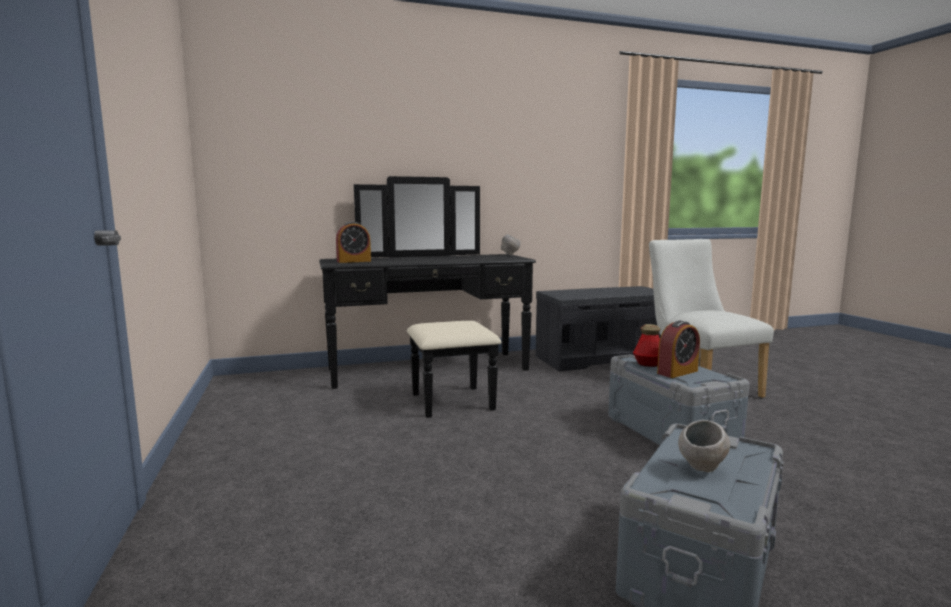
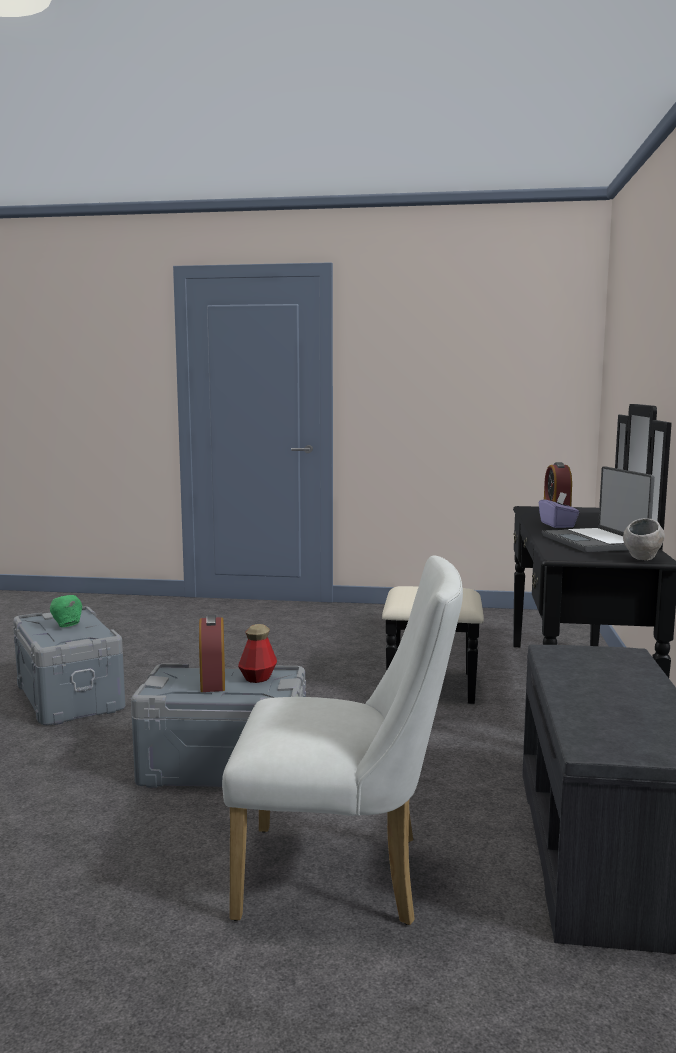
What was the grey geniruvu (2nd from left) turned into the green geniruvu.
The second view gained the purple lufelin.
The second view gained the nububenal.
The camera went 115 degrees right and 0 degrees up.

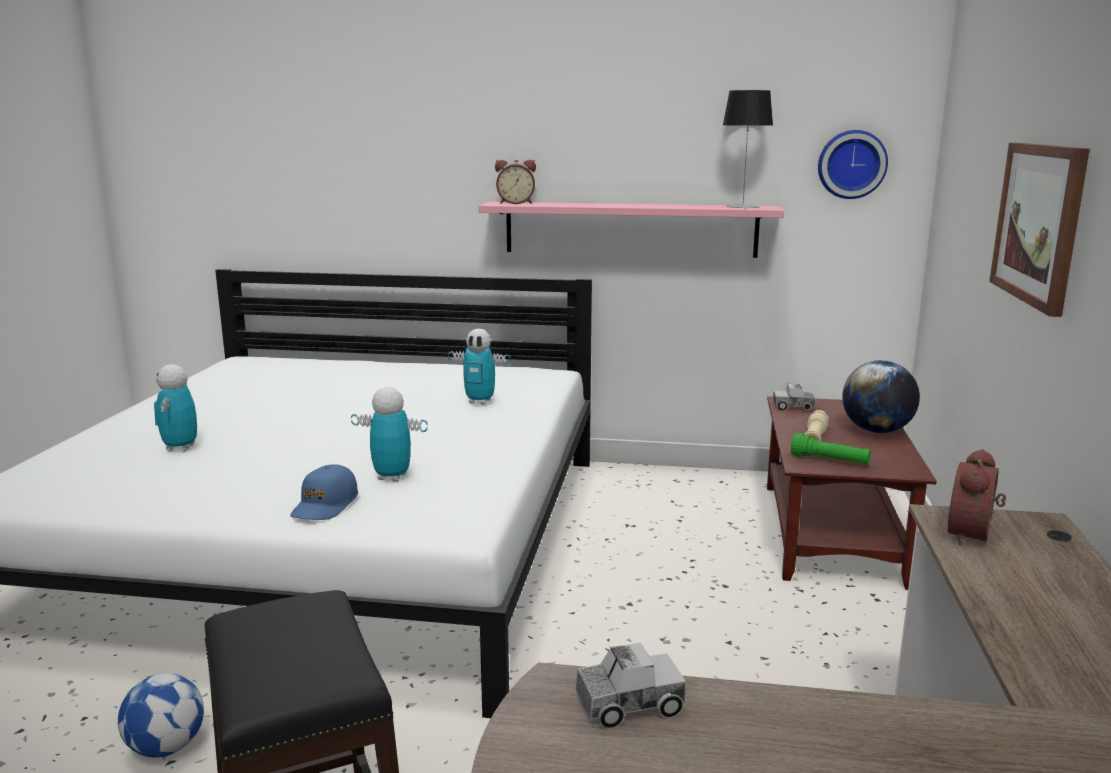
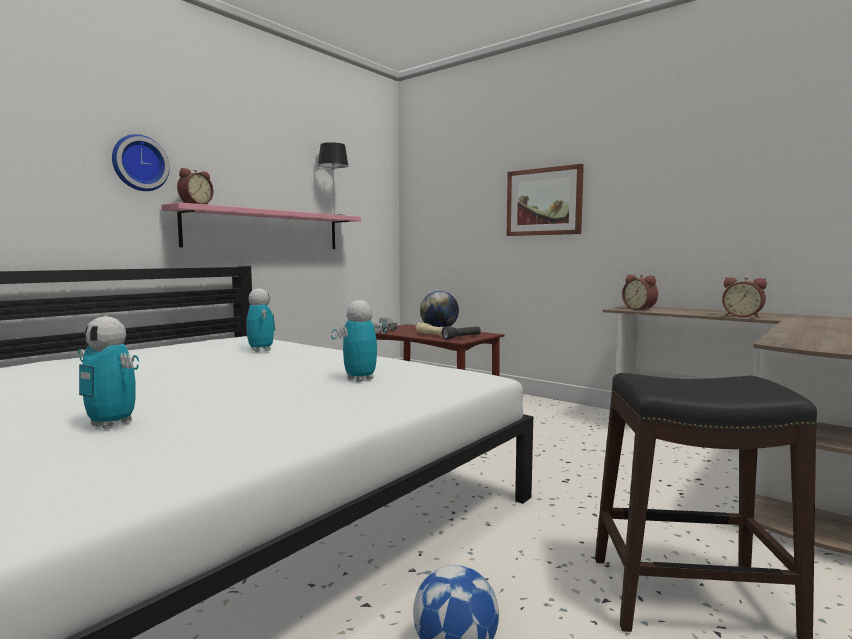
The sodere ended up elsewhere.
The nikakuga (3rd from left in the first image) ended up facing another way, 75 degrees counterclockwise from before.
What was the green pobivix turned into the black pobivix.
The second view gained the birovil (3rd from left).
The second view lost the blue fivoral.
The second view lost the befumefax (1st from left).
The camera went 60 degrees left and 10 degrees down.

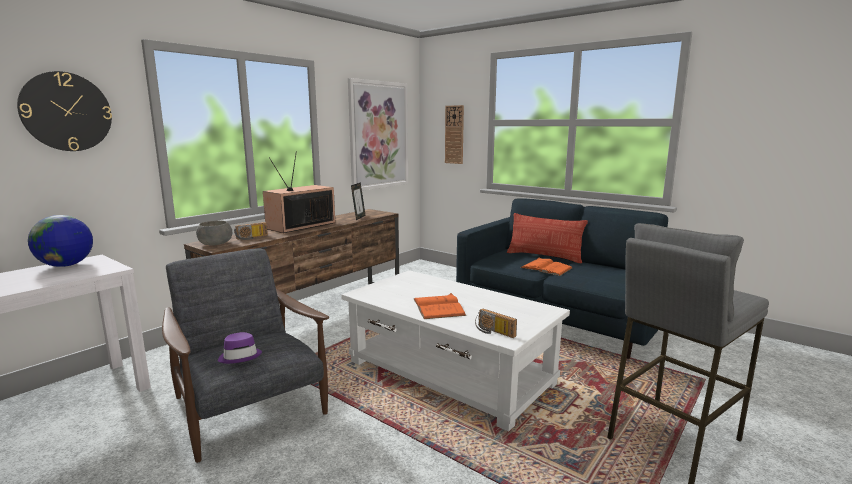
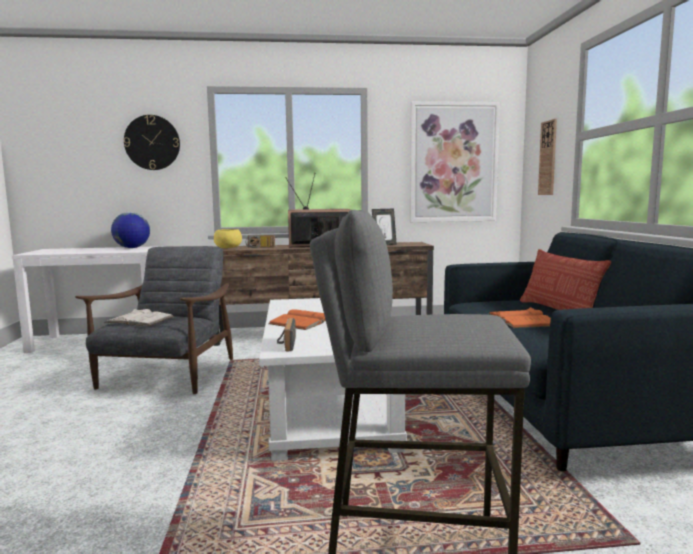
Where the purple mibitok stood, the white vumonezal came to stand.
What was the grey geniruvu turned into the yellow geniruvu.
The camera went 45 degrees right and 5 degrees down.

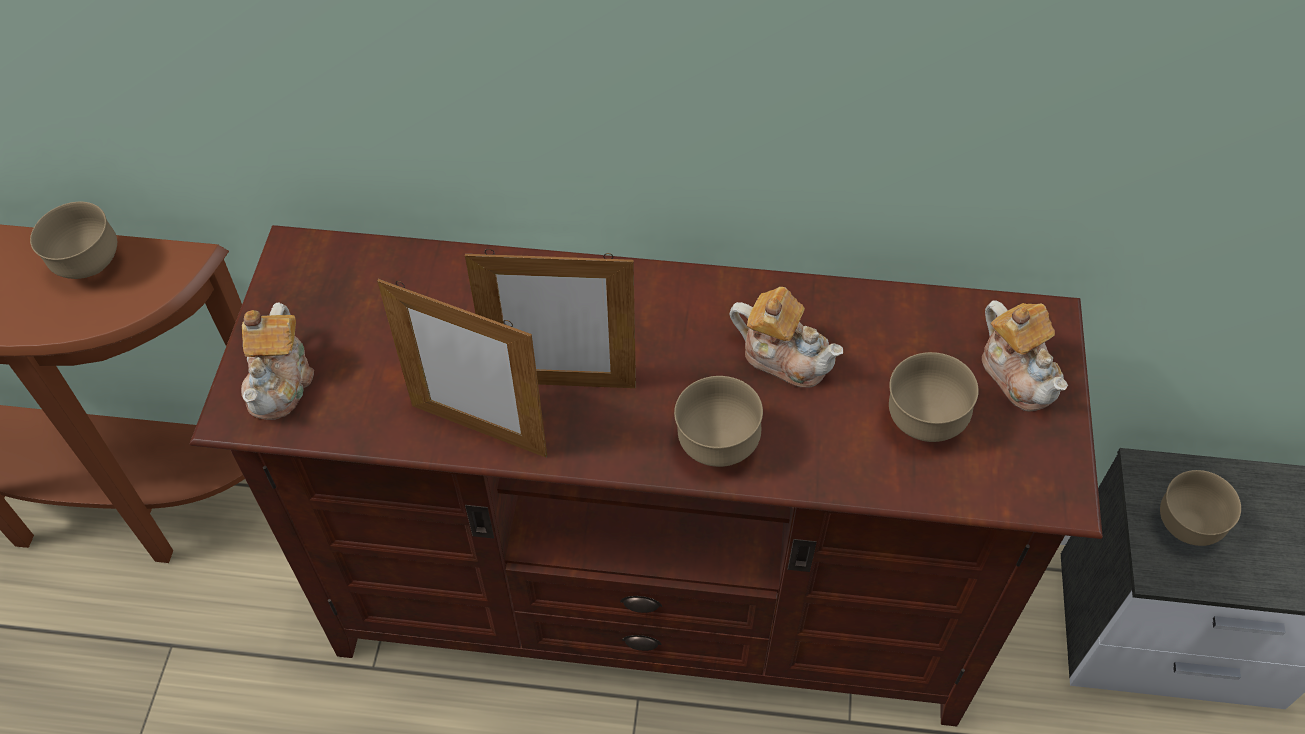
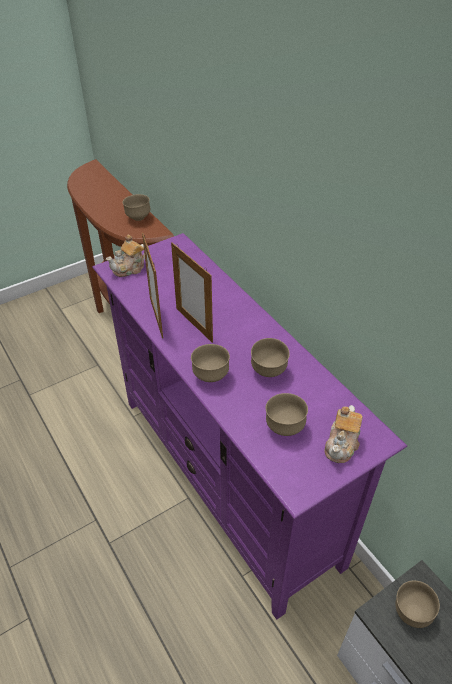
What was the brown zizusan turned into the purple zizusan.
Where the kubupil (2nd from left) stood, the brown geniruvu (3rd from left) came to stand.
The camera went 50 degrees right and 10 degrees down.

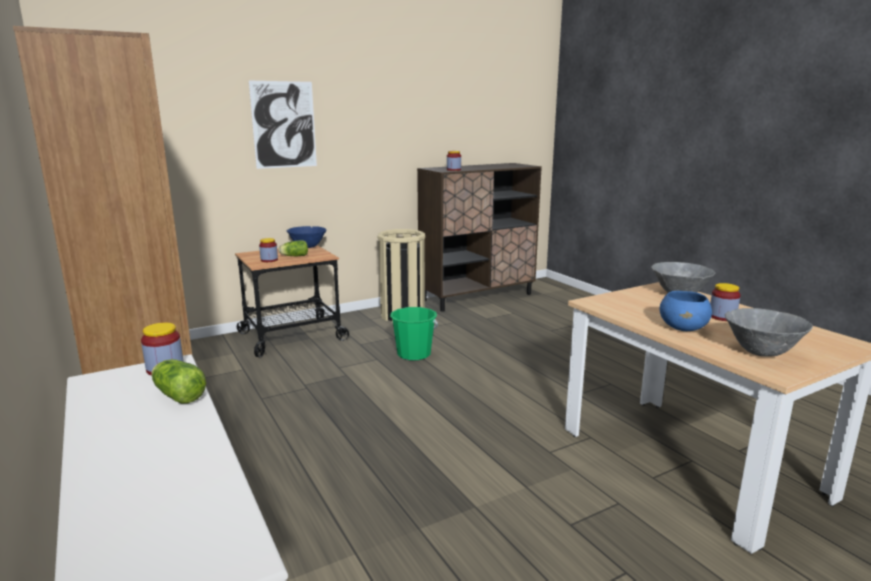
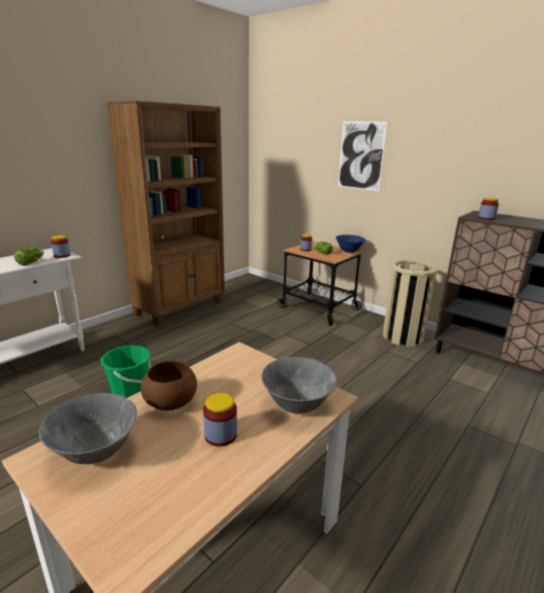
The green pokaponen ended up elsewhere.
What was the blue geniruvu (2nd from left) turned into the brown geniruvu.
The camera went 70 degrees right and 5 degrees up.

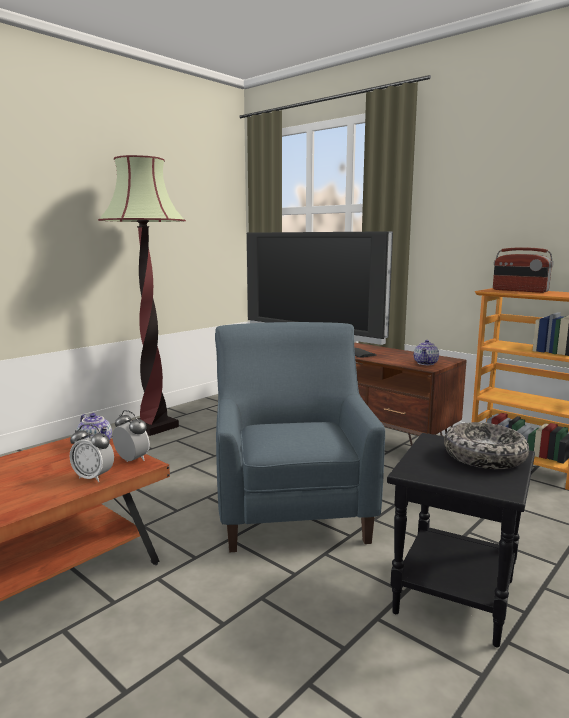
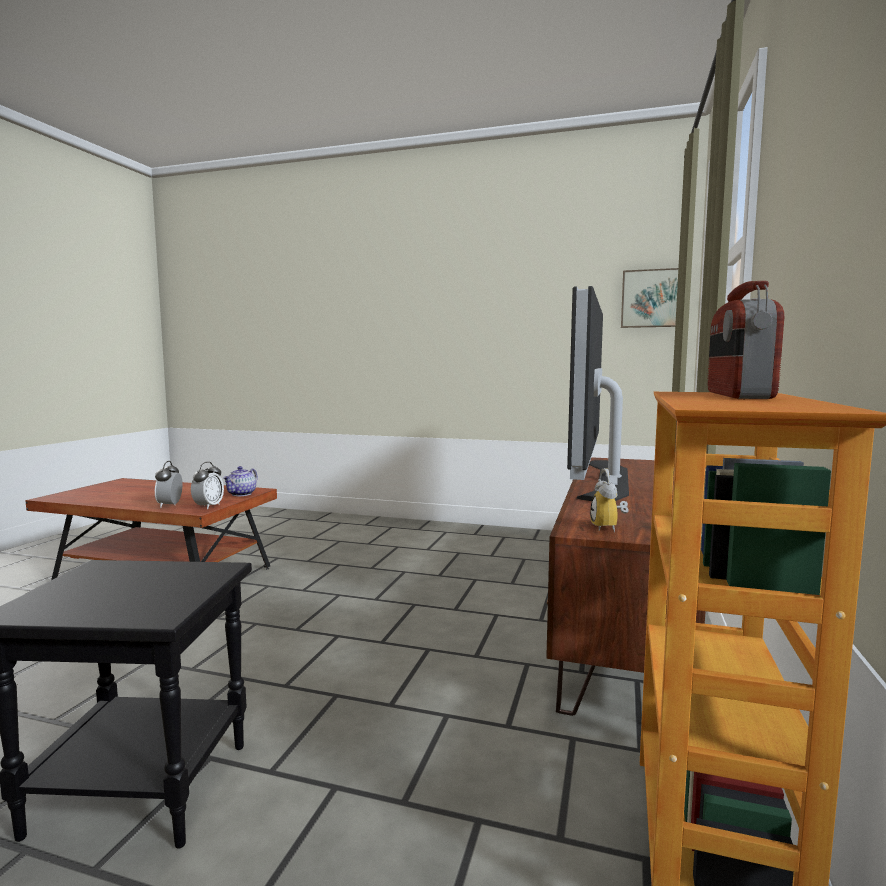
Where the kubupil (2nd from left) stood, the birovil (3rd from left) came to stand.
The second view gained the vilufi.
The second view lost the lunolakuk.
The second view lost the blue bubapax.
The second view lost the geniruvu.
The camera went 65 degrees right and 5 degrees down.

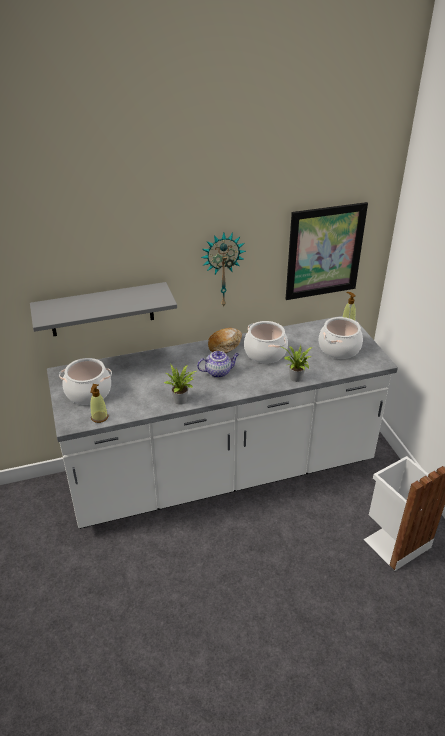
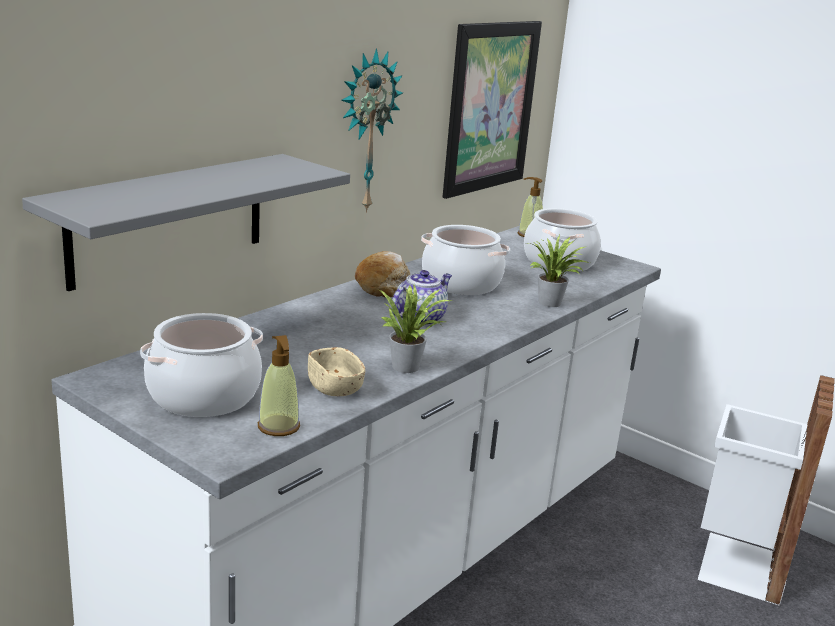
The second view gained the beige geniruvu.
The camera went 35 degrees left and 15 degrees down.

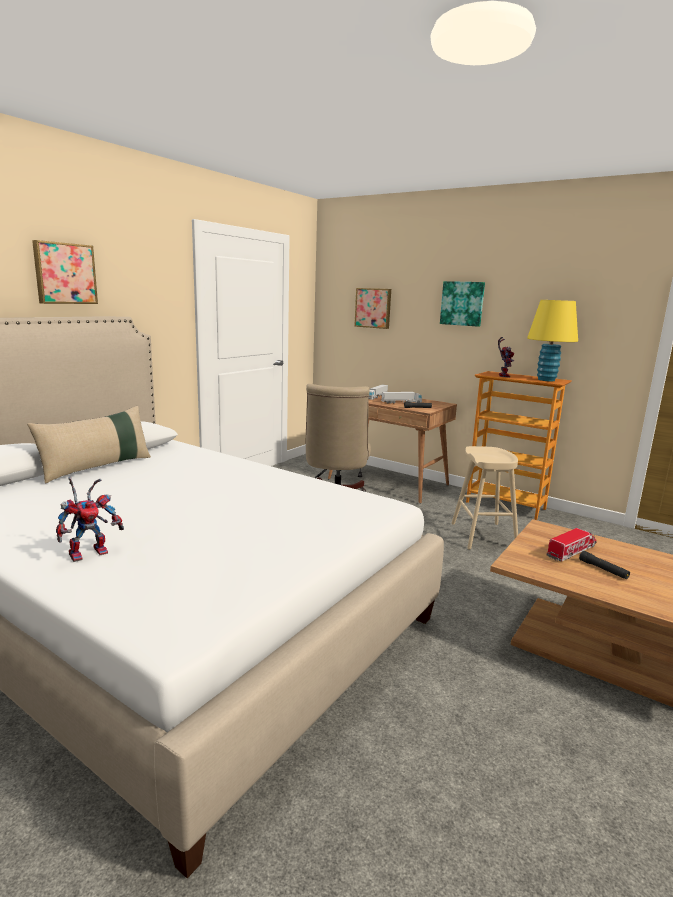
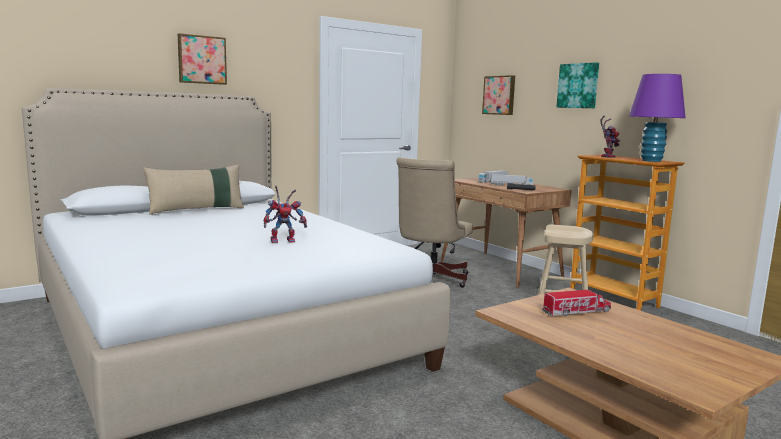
The nikakuga (1st from left) ended up elsewhere.
What was the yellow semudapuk turned into the purple semudapuk.
The second view lost the black pobivix (2nd from left).
The camera went 20 degrees right and 5 degrees down.

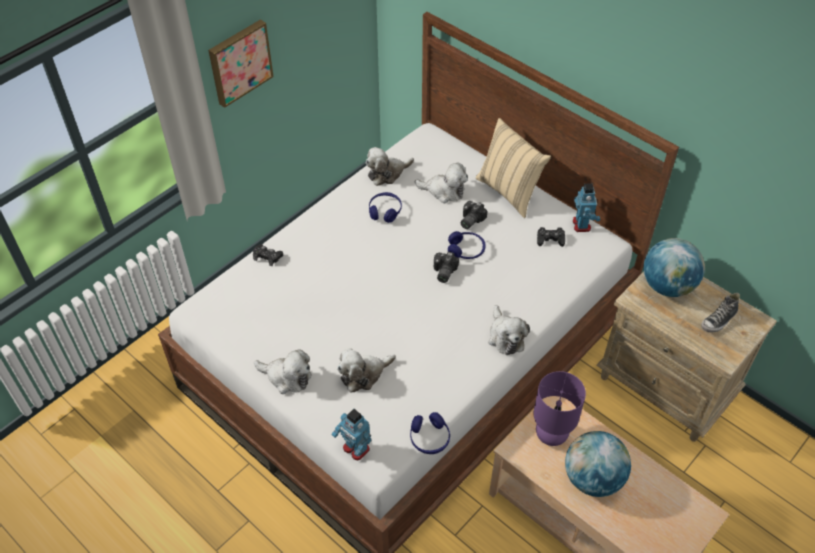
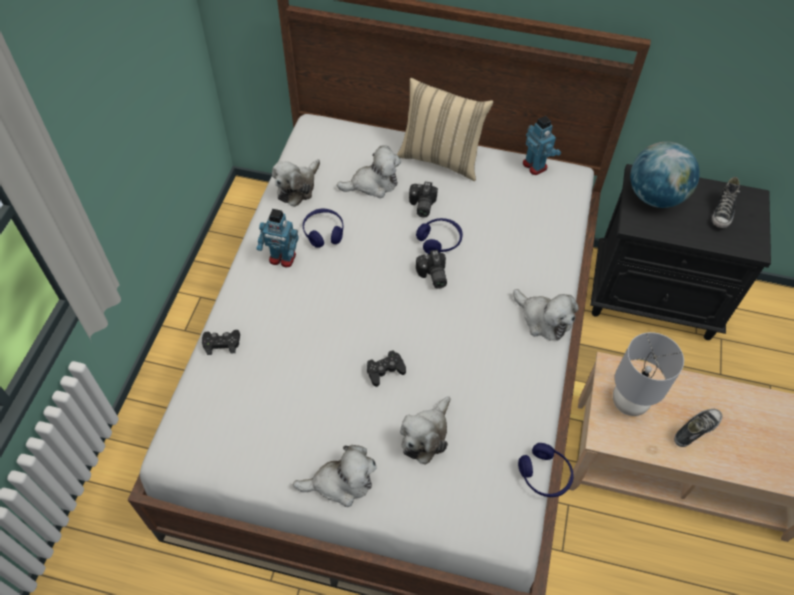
The nikakuga (1st from left) ended up elsewhere.
The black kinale (2nd from left) ended up elsewhere.
What was the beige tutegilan turned into the black tutegilan.
What was the purple semudapuk turned into the grey semudapuk.
Where the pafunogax (1st from left) stood, the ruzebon (1st from left) came to stand.
The second view lost the vilufi.
The camera went 30 degrees left and 5 degrees up.

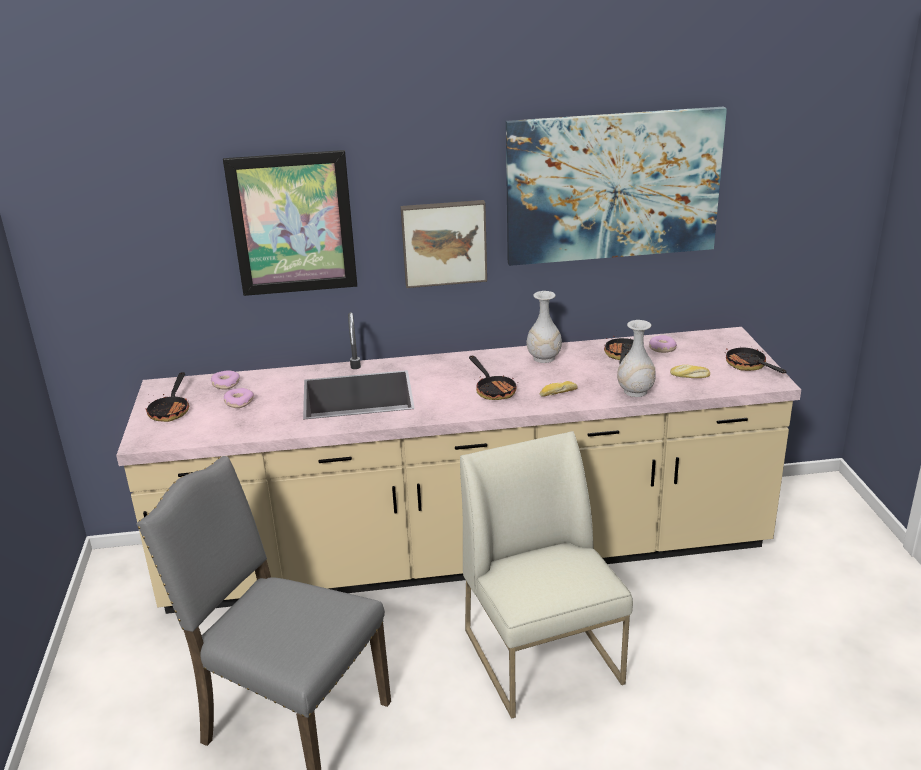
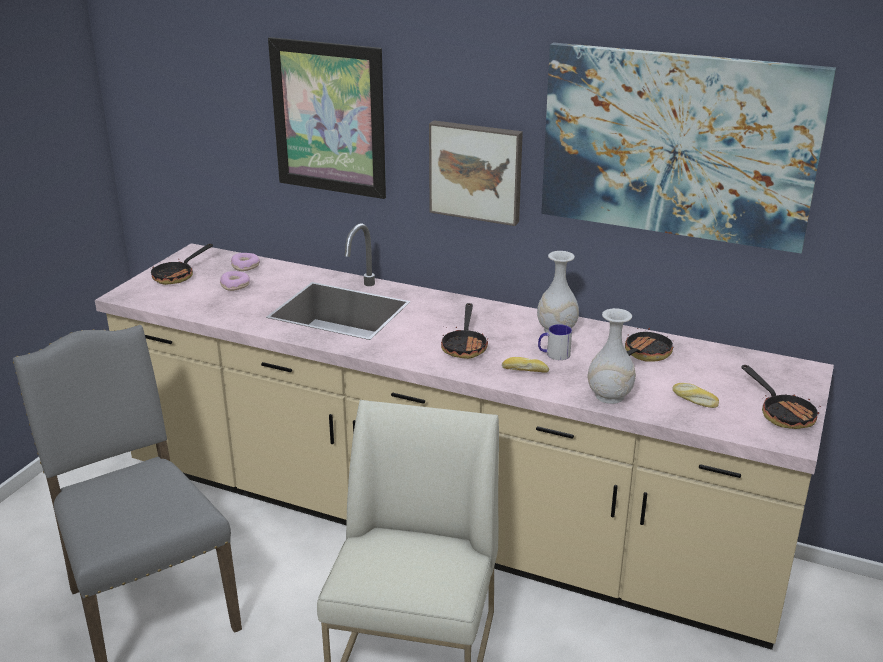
The second view gained the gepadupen.
The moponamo (4th from left) ended up facing another way, 150 degrees clockwise from before.
The second view lost the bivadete (3rd from left).
The camera went 30 degrees right and 0 degrees up.

